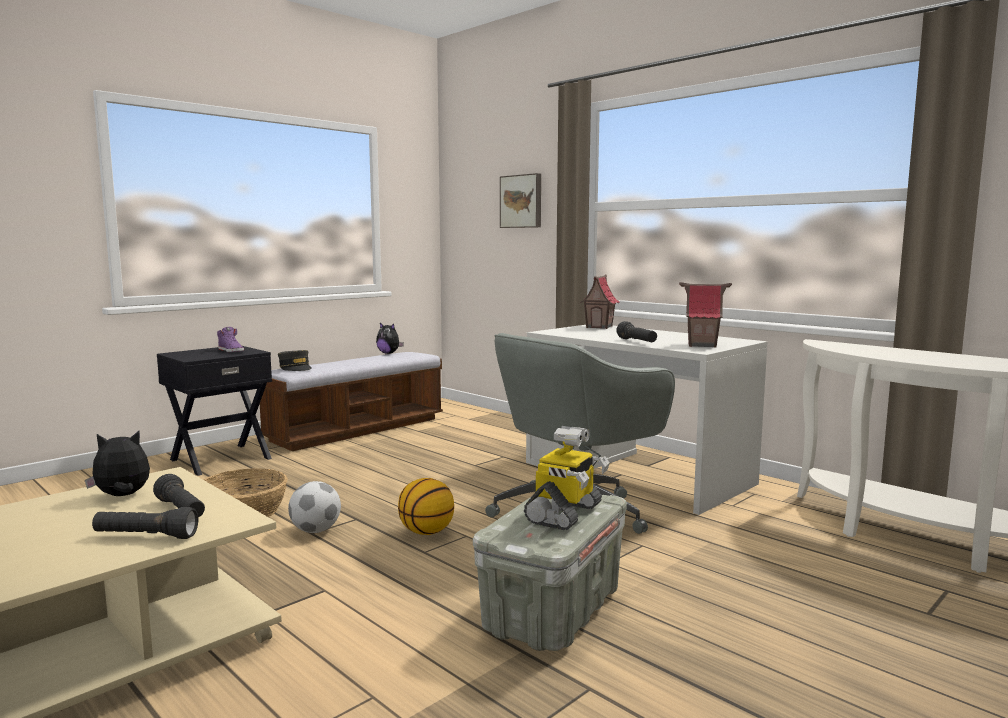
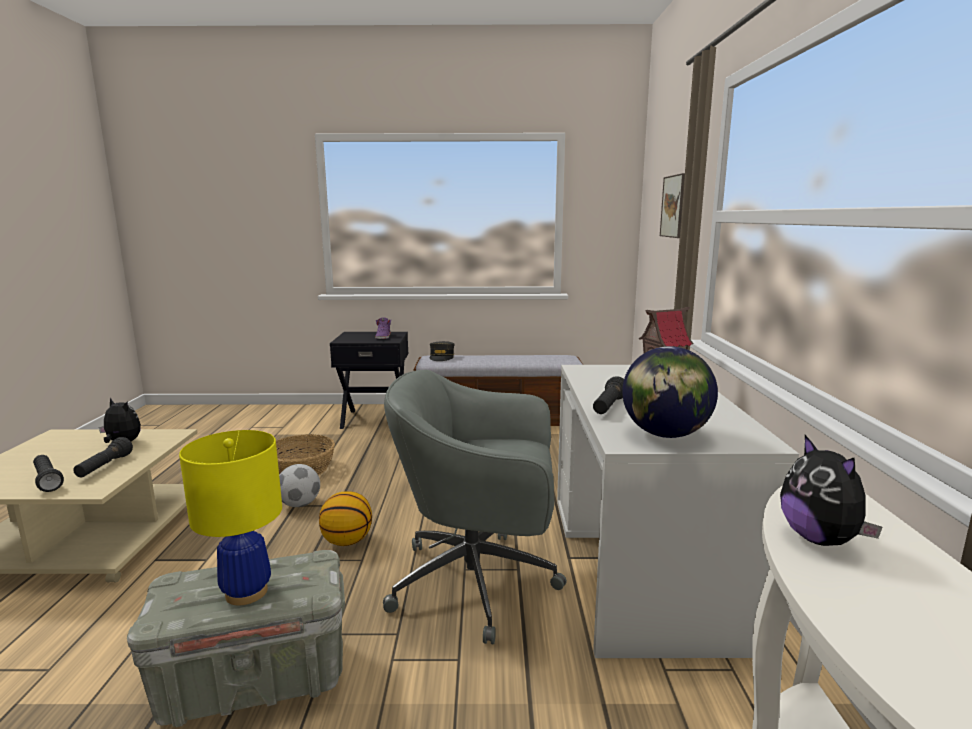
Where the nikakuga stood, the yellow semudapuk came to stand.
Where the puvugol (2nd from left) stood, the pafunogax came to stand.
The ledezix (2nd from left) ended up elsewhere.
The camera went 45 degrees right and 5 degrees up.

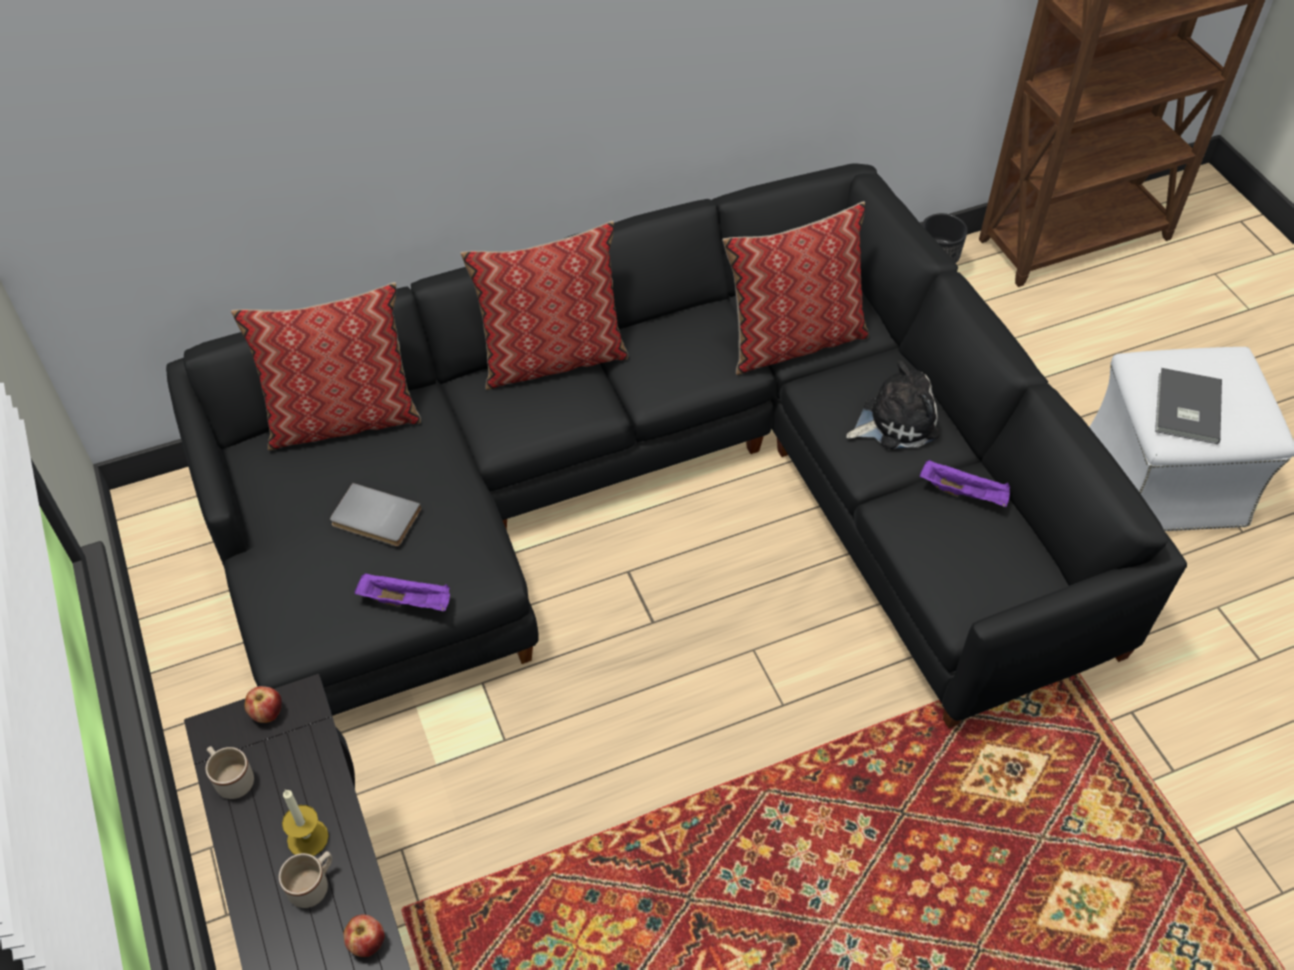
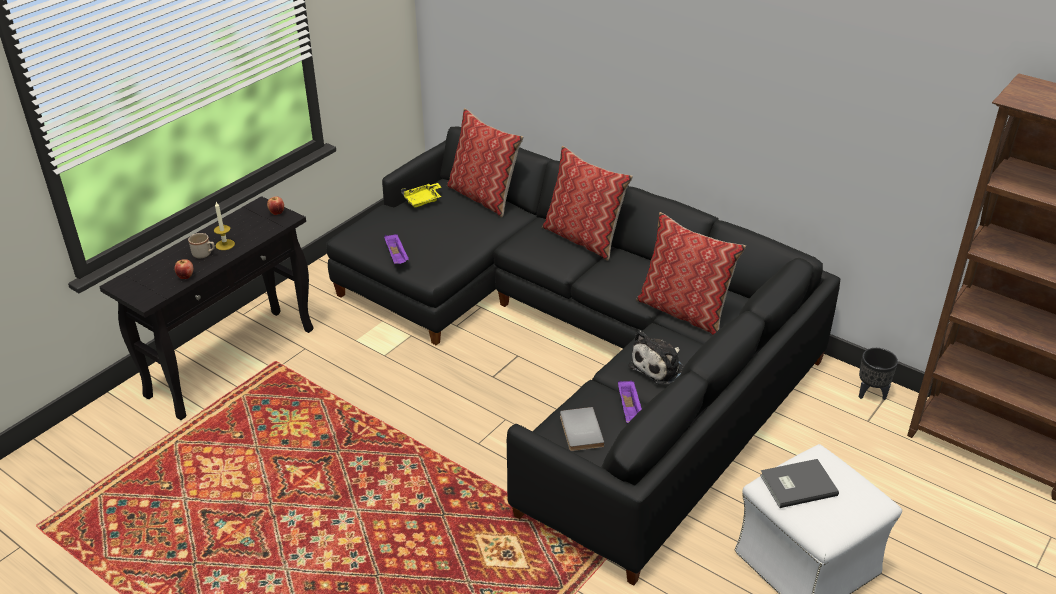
The second view gained the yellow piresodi.
The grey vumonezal (1st from left) ended up elsewhere.
The ledezix ended up facing another way, 90 degrees clockwise from before.
The second view lost the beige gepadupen (1st from left).
The camera went 60 degrees right and 15 degrees down.

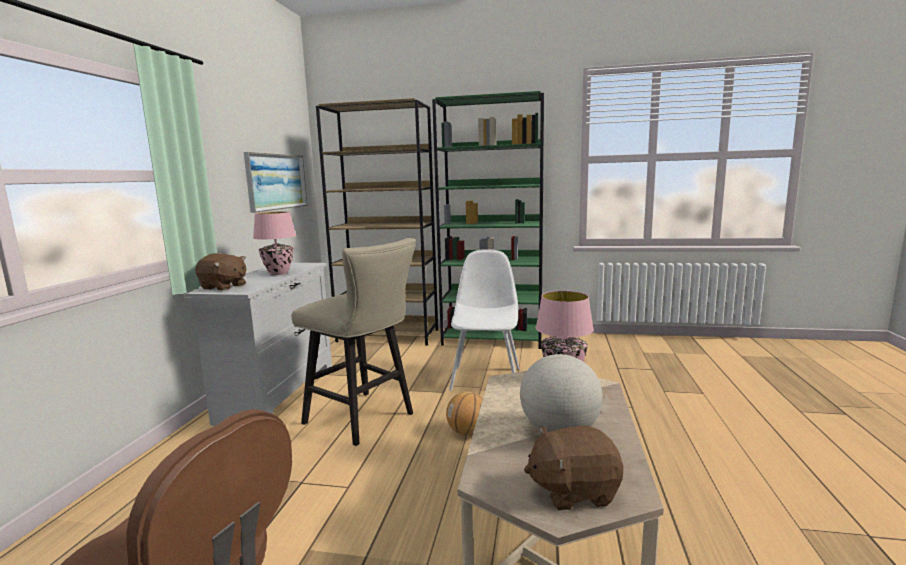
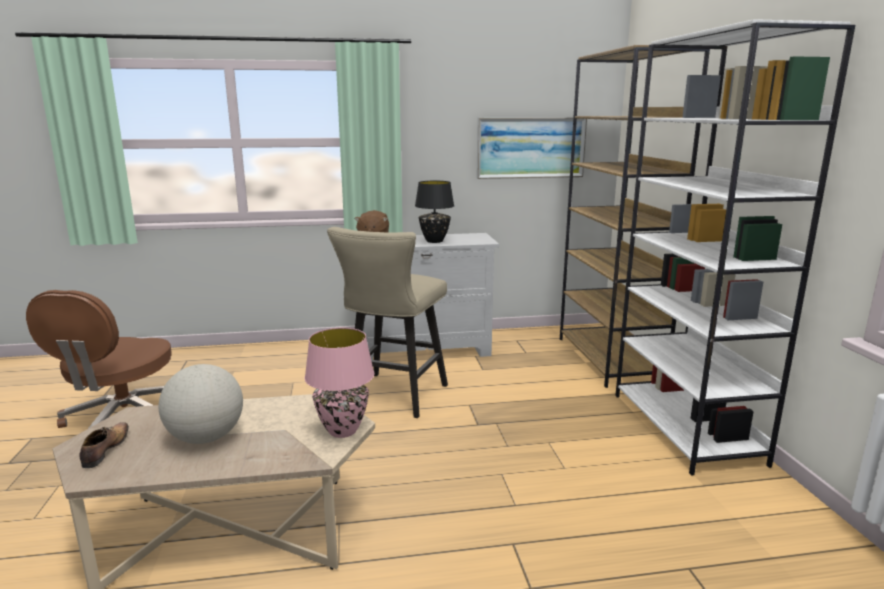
Where the brown ledezix (2nd from left) stood, the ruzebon came to stand.
What was the pink semudapuk (1st from left) turned into the black semudapuk.
What was the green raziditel turned into the white raziditel.
The second view lost the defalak.
The second view lost the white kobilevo.
The camera went 70 degrees right and 5 degrees up.

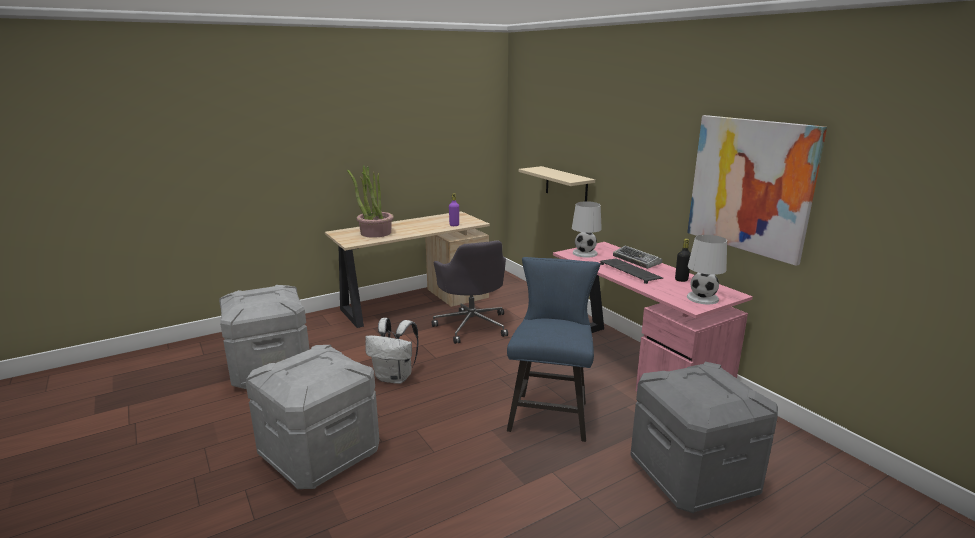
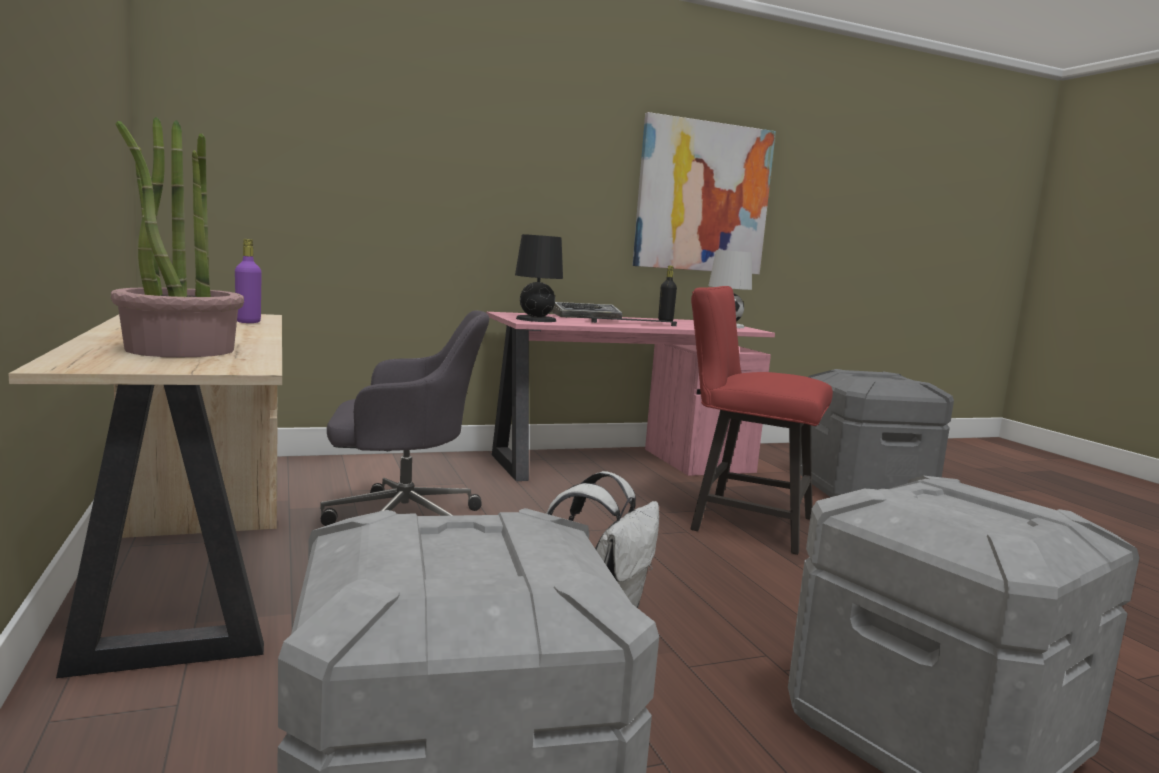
What was the white semudapuk (1st from left) turned into the black semudapuk.
What was the blue kobilevo turned into the red kobilevo.
The second view lost the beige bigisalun.
The camera went 80 degrees left and 10 degrees down.

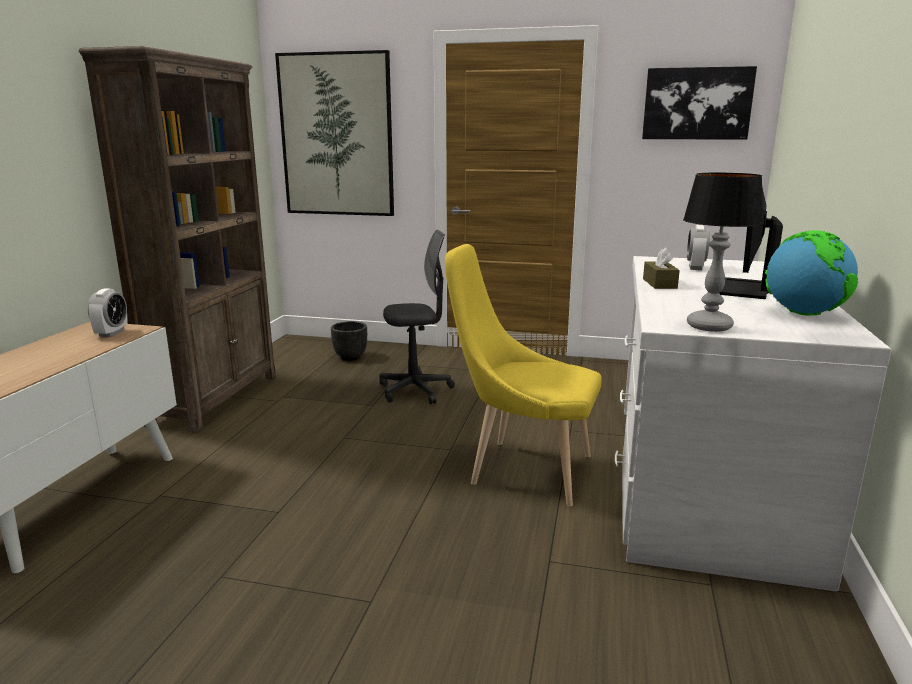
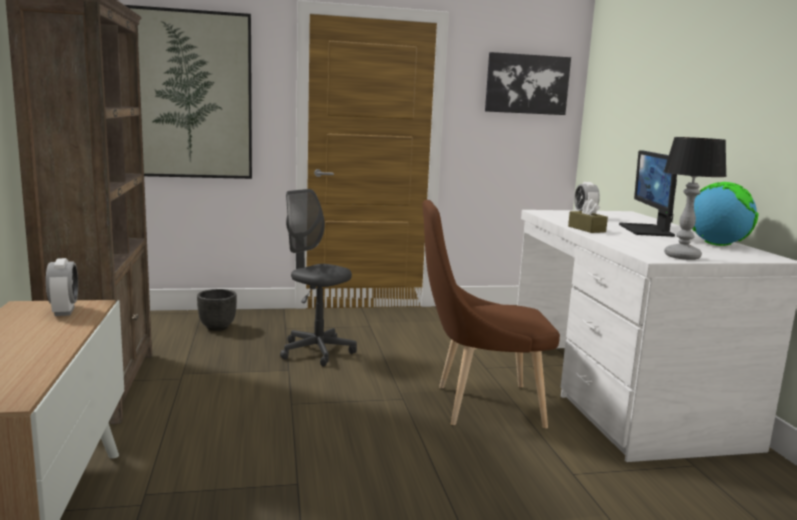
The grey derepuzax ended up facing another way, 105 degrees counterclockwise from before.
What was the yellow kobilevo turned into the brown kobilevo.
The camera went 25 degrees left and 5 degrees down.

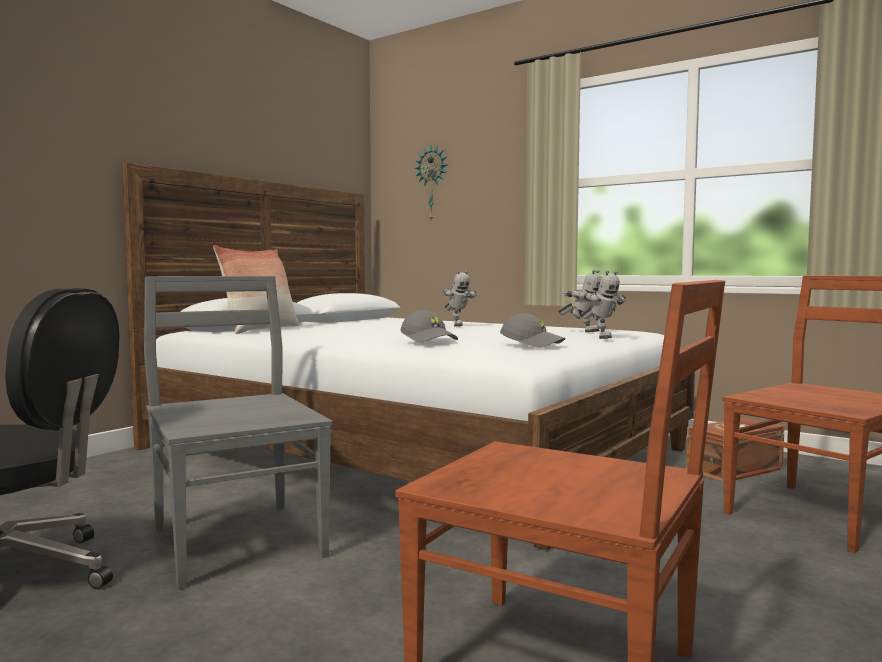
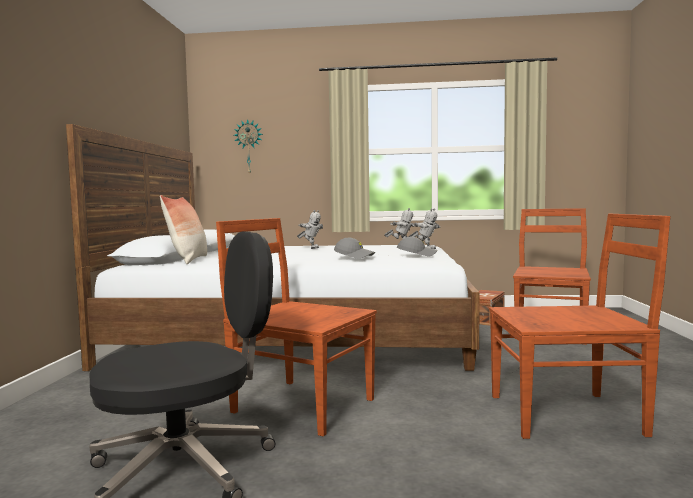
What was the grey kobilevo turned into the brown kobilevo (1st from left).
The camera went 30 degrees left and 0 degrees up.

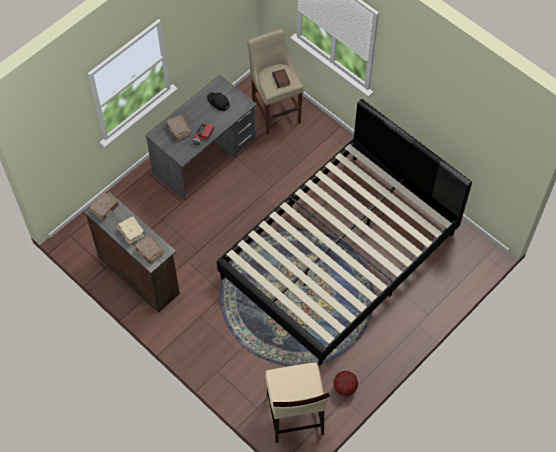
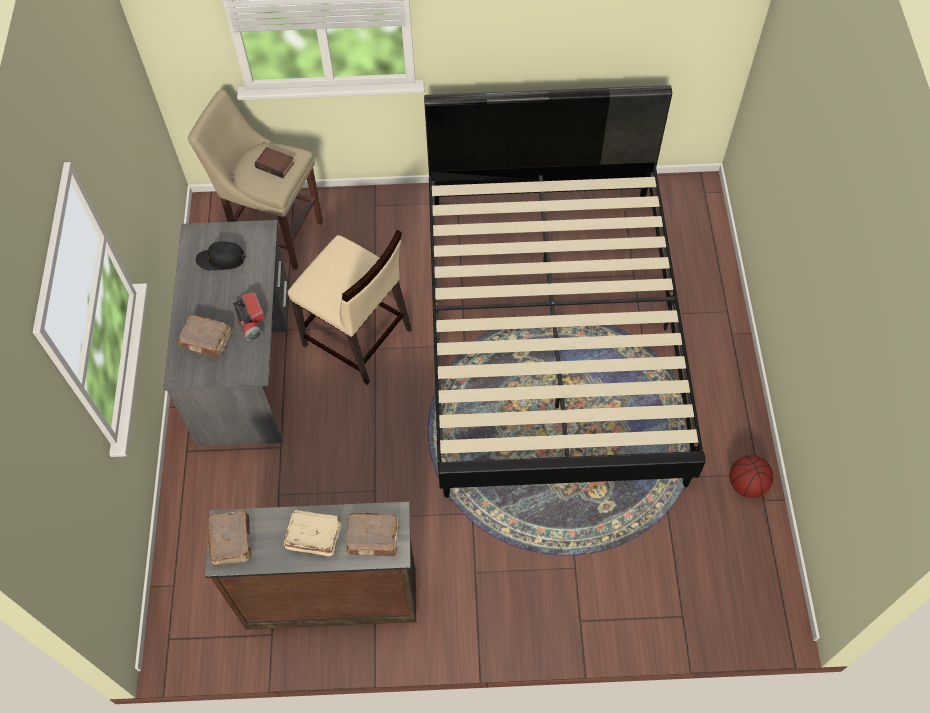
The beige kobilevo ended up elsewhere.
The camera went 45 degrees left and 0 degrees up.

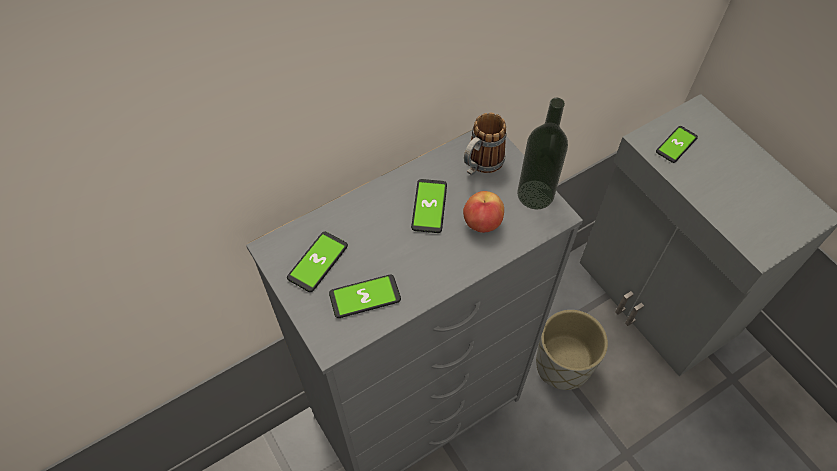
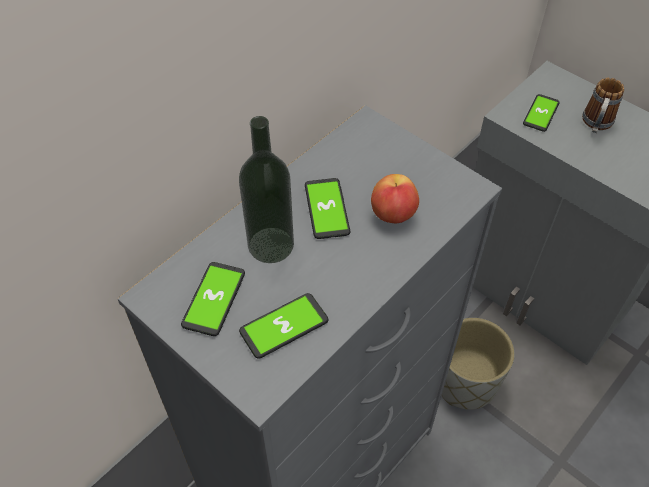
The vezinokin ended up elsewhere.
The gepadupen ended up elsewhere.
The camera went 15 degrees left and 5 degrees down.

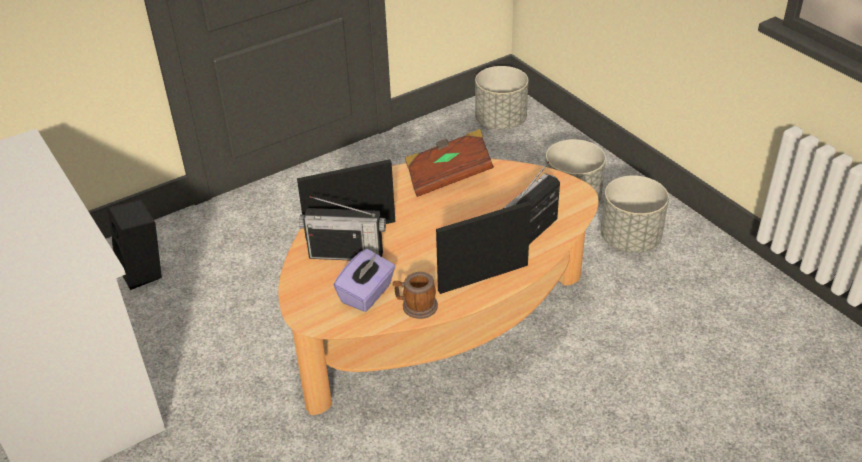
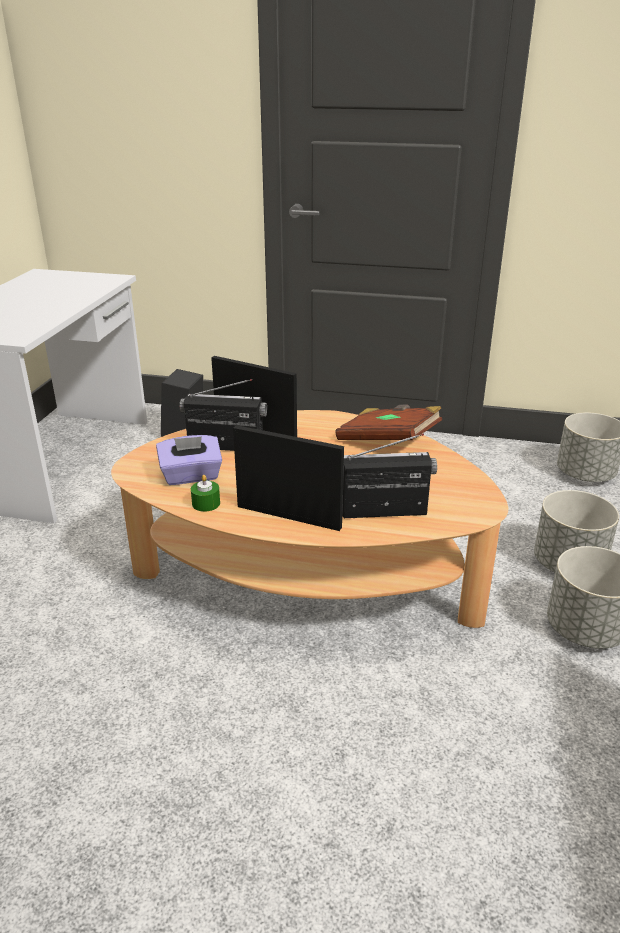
The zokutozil (1st from left) ended up facing another way, 135 degrees clockwise from before.
Where the gepadupen stood, the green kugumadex came to stand.
The camera went 45 degrees right and 10 degrees down.

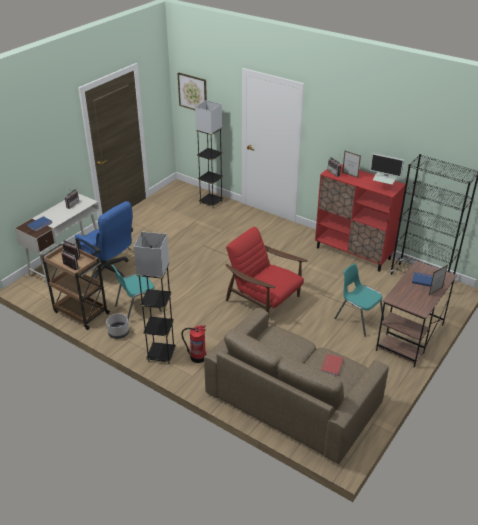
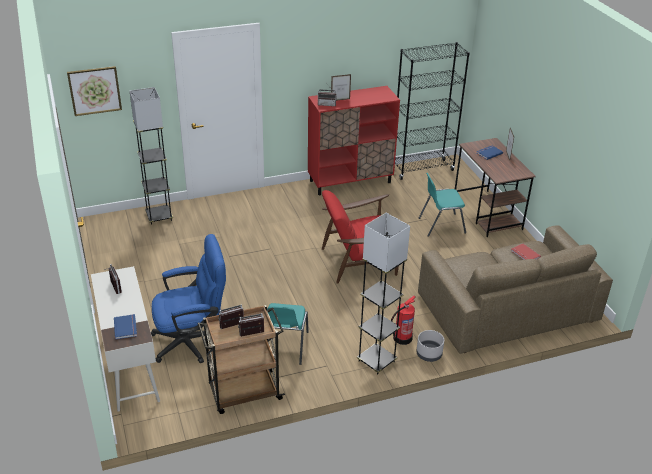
The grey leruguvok ended up elsewhere.
The second view lost the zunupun.
The camera went 55 degrees left and 0 degrees up.

